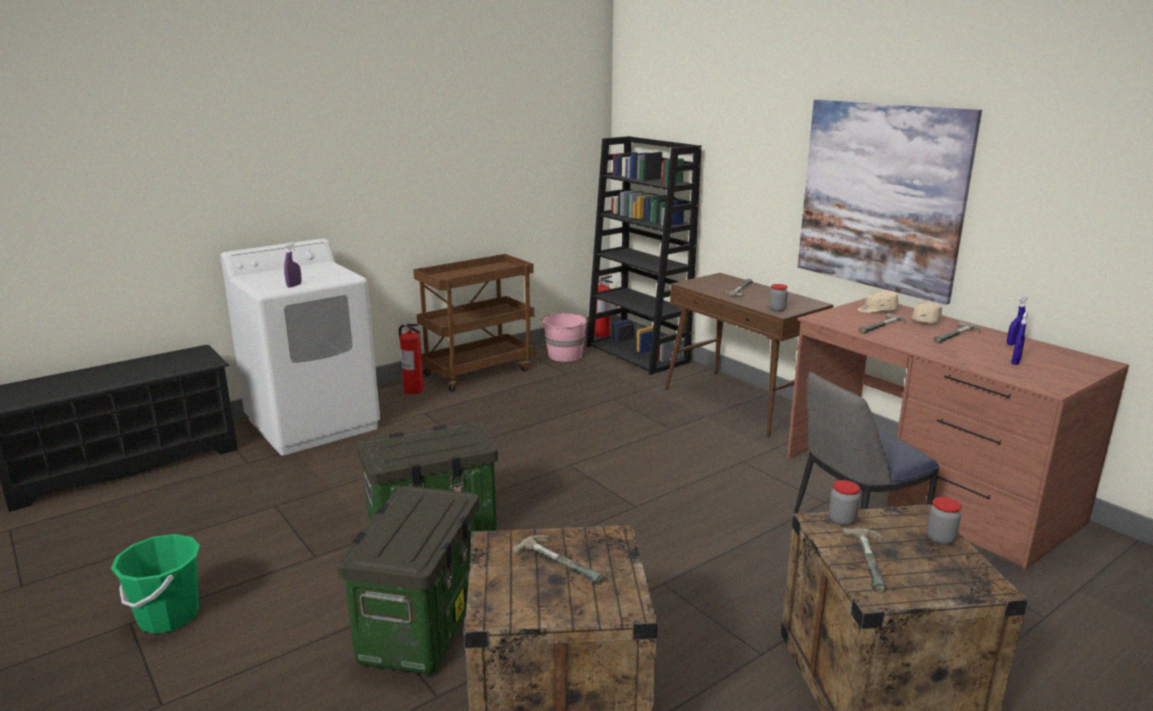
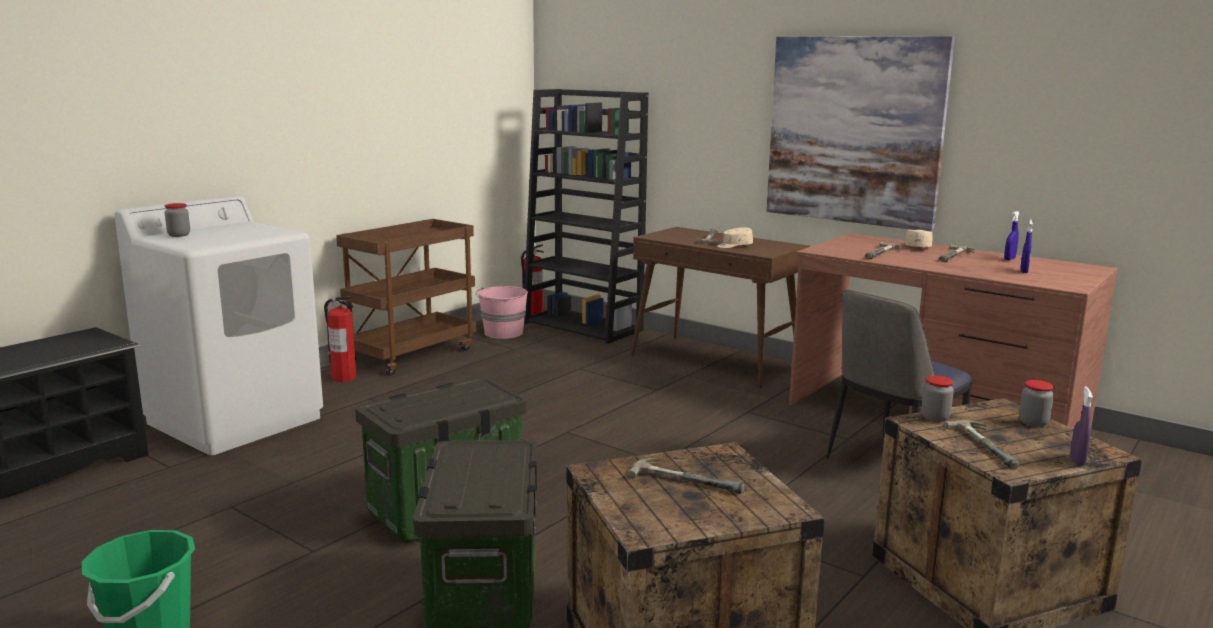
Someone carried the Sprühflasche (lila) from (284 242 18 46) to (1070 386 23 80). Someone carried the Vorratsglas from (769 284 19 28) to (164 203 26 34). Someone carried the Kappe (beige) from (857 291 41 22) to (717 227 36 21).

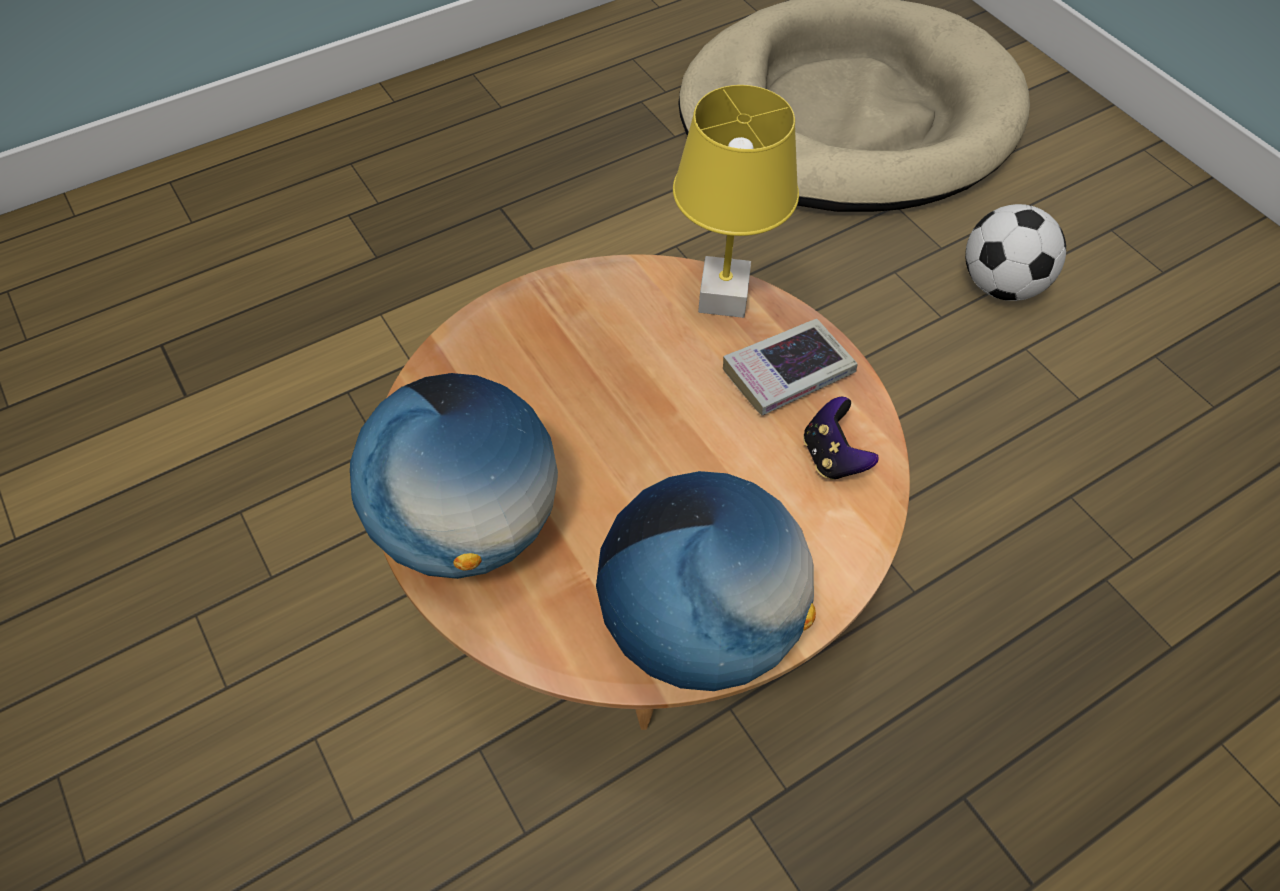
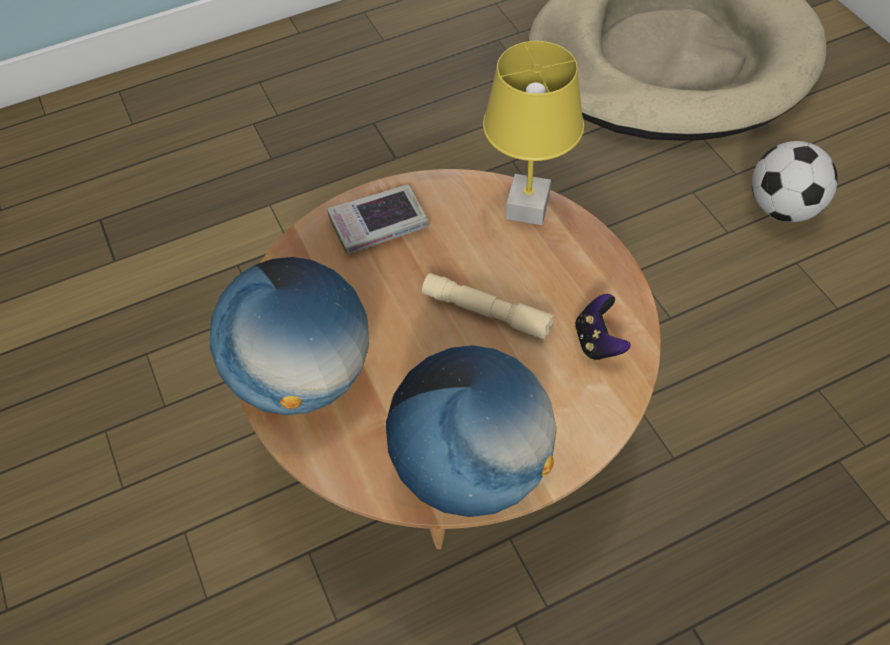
Someone carried the Buch from (723 319 135 97) to (327 185 102 69). Someone put down the Taschenlampe (beige) at (422 273 132 67).

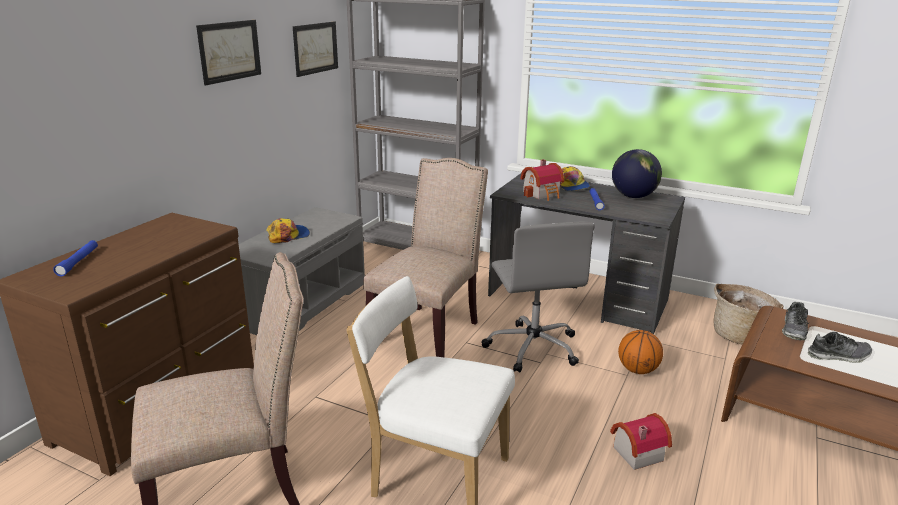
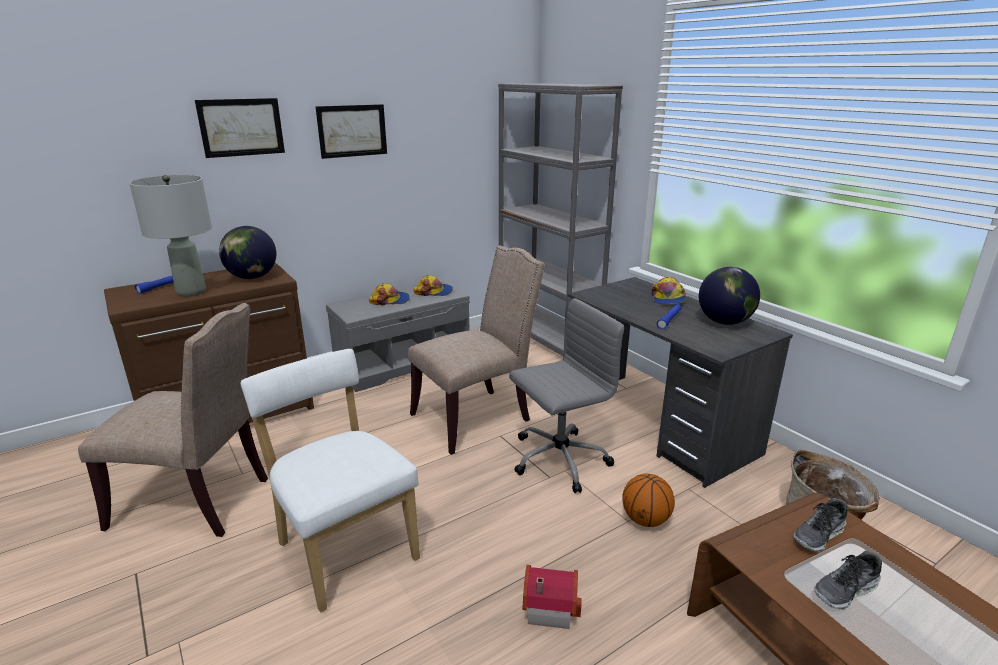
Someone carried the Bild from (293 21 45 56) to (195 98 90 60). Someone rotated the Bürostuhl (grau) at (481 221 114 151) by 135 degrees counterclockwise. Someone took away the Spielzeughaus at (520 159 44 42). Someone rotated the Schuh at (807 332 65 31) by 120 degrees clockwise. Someone put down the Tischlampe (grau) at (129 175 83 122). Someone put down the Globus at (219 226 57 53). Someone put down the Kappe at (414 275 39 21).

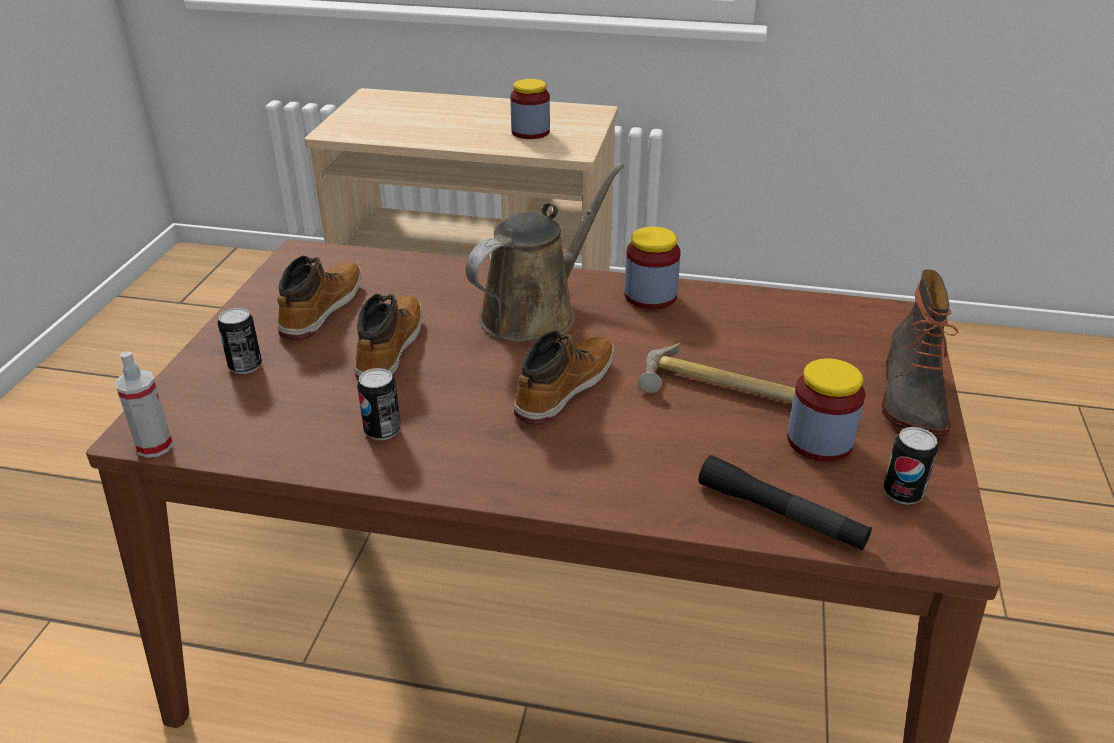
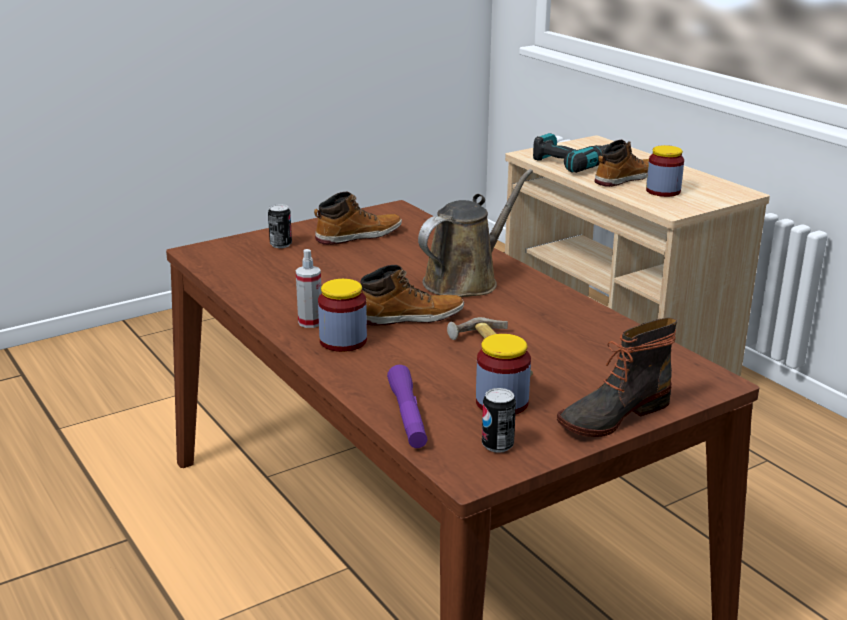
Someone carried the Sprühflasche from (115 351 58 107) to (296 249 26 79). Someone carried the Stiefel from (355 294 67 87) to (595 139 54 48). Someone took away the Dose at (357 368 44 72). Someone rotated the Gießkanne (braun) at (466 163 158 180) by 45 degrees counterclockwise. Someone carried the Vorratsglas from (625 227 56 82) to (318 279 49 73). Someone repainted the Taschenlampe (schwarz) at (699 455 173 96), which became the Taschenlampe (lila) at (387 365 40 83). Someone put down the Bohrmaschine at (533 133 76 40).

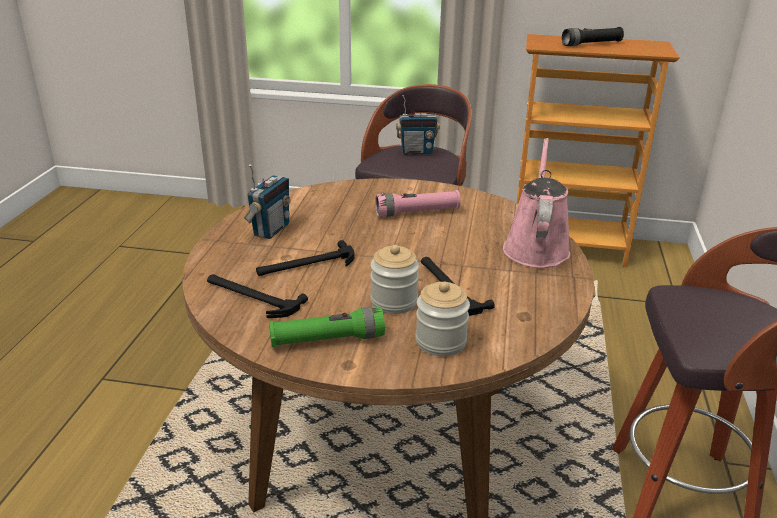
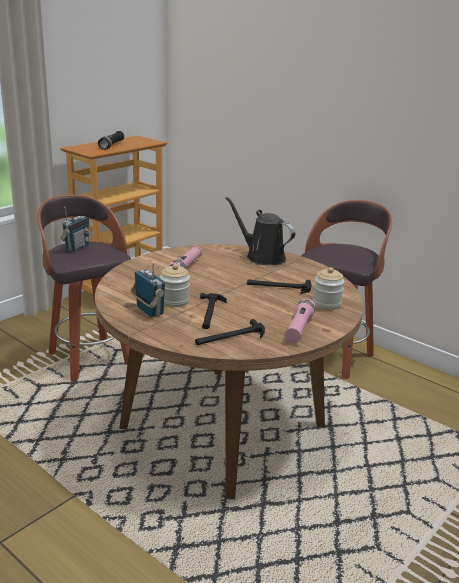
Someone repainted the Taschenlampe (grün) at (269 307 116 40), which became the Taschenlampe (rosa) at (284 299 31 44). Someone carried the Vorratsglas from (370 245 49 69) to (160 264 30 43). Someone repainted the Gießkanne (rosa) at (503 138 67 130), which became the Gießkanne (schwarz) at (225 197 70 68).

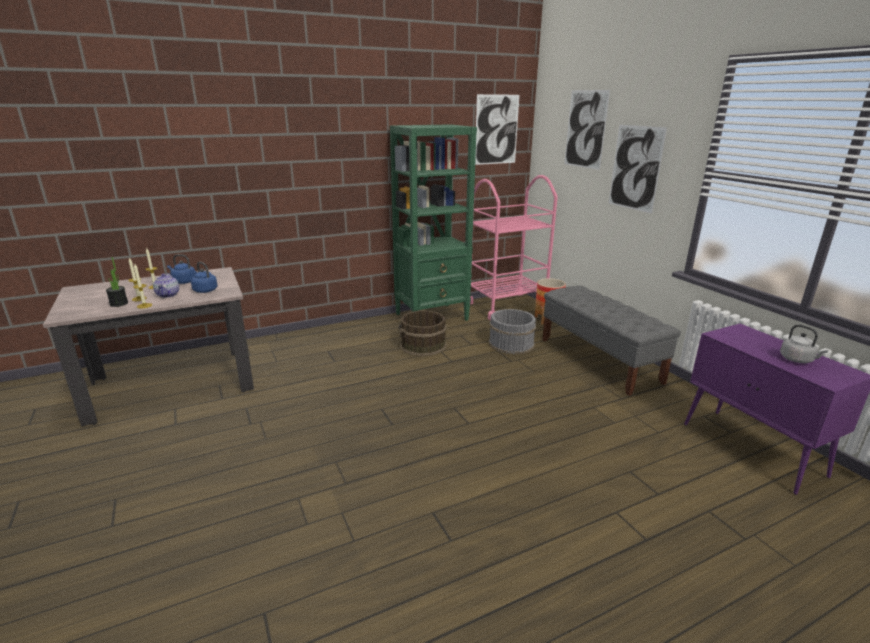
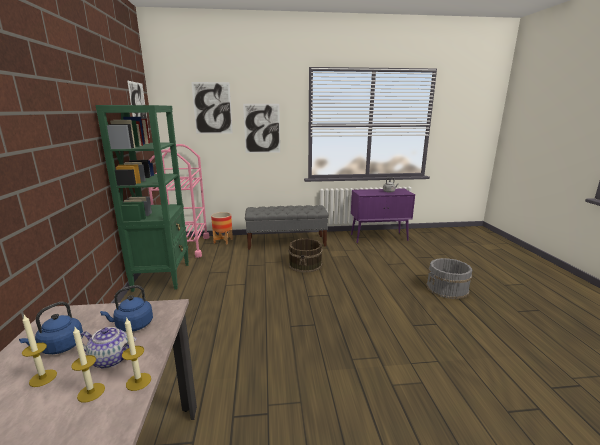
Someone took away the Topfpflanze at (106 257 22 50). Someone carried the Eimer (braun) from (399 310 48 46) to (288 239 35 34). Someone carried the Eimer (grau) from (488 309 48 45) to (426 258 47 41).

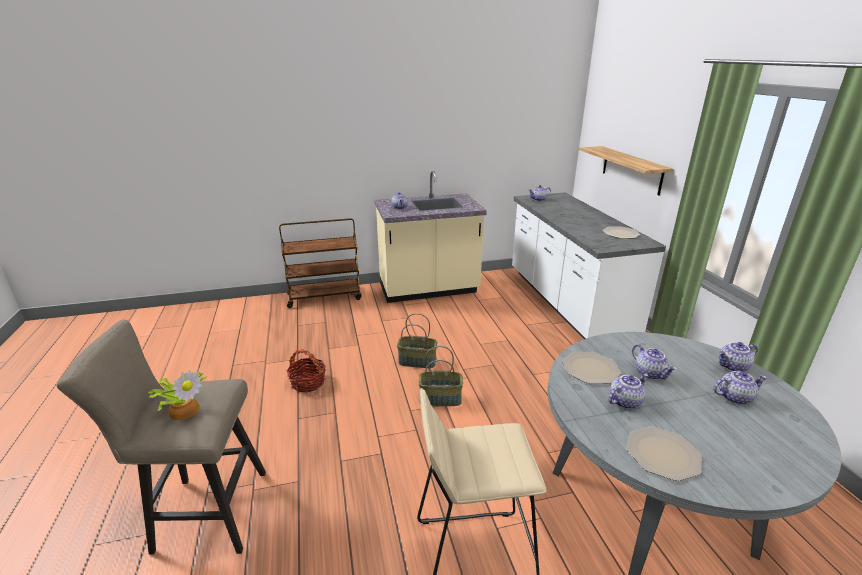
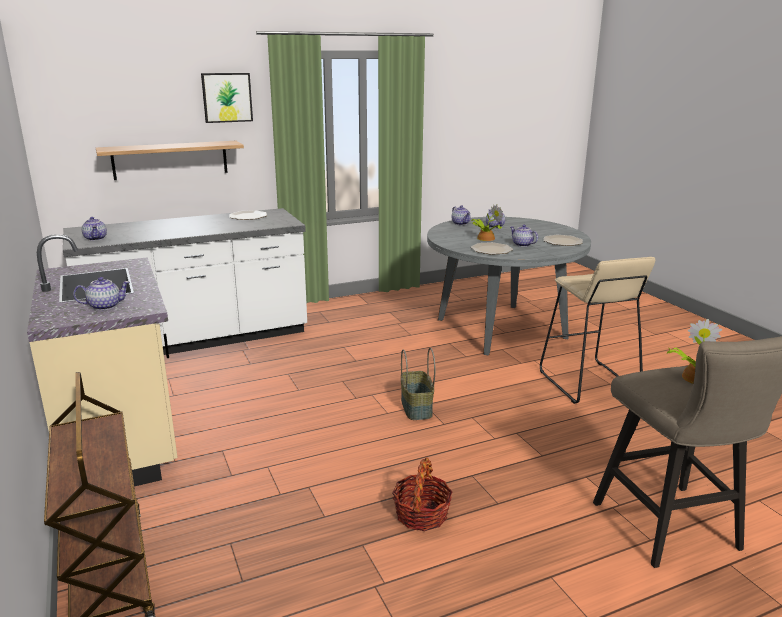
Someone took away the Korb at (397 313 40 55). Someone swapped the Teekanne at (632 344 45 36) for the Topfpflanze at (471 204 32 37). Someone put up the Bild at (201 73 52 50).

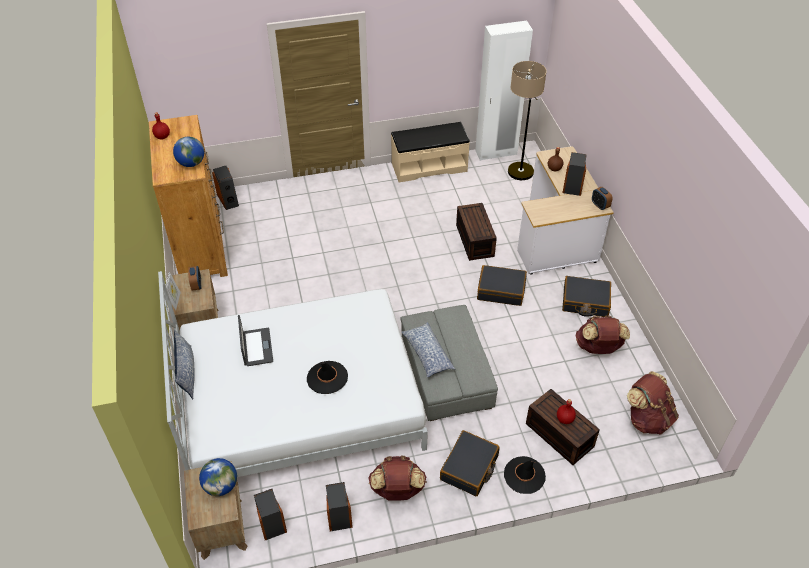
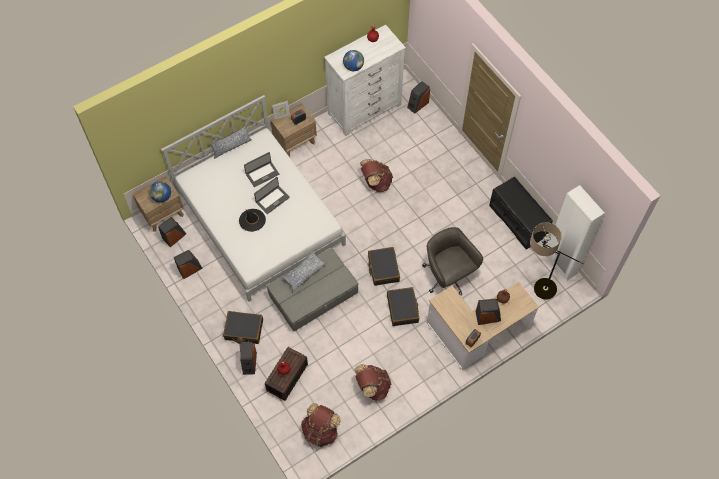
Someone repainted the Kommode (braun) at (149 115 79 162), which became the Kommode (weiß) at (324 25 82 111). Someone carried the Rucksack (braun) from (368 456 58 45) to (360 159 33 33). Someone repainted the Bank (beige) at (391 122 79 61), which became the Bank (schwarz) at (489 176 64 74). Someone swapped the Aufbewahrungsbox (braun) at (456 203 41 58) for the Bürostuhl (grau) at (422 227 61 68). Someone swapped the Hut (schwarz) at (504 456 42 38) for the Lautsprecher at (239 342 18 33). Someone carried the Koffer (schwarz) from (562 276 49 41) to (368 247 32 39). Someone put down the Laptop at (254 177 36 37).

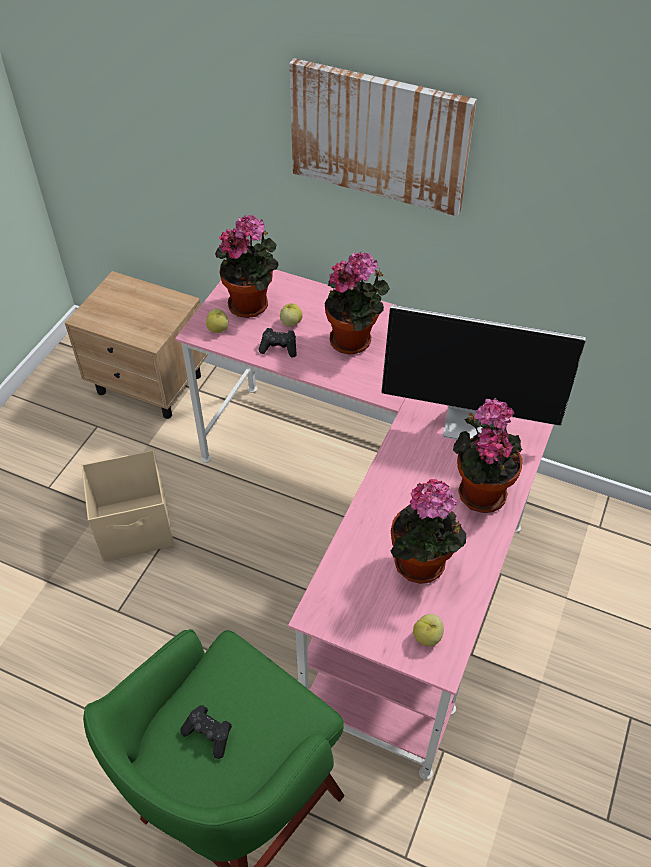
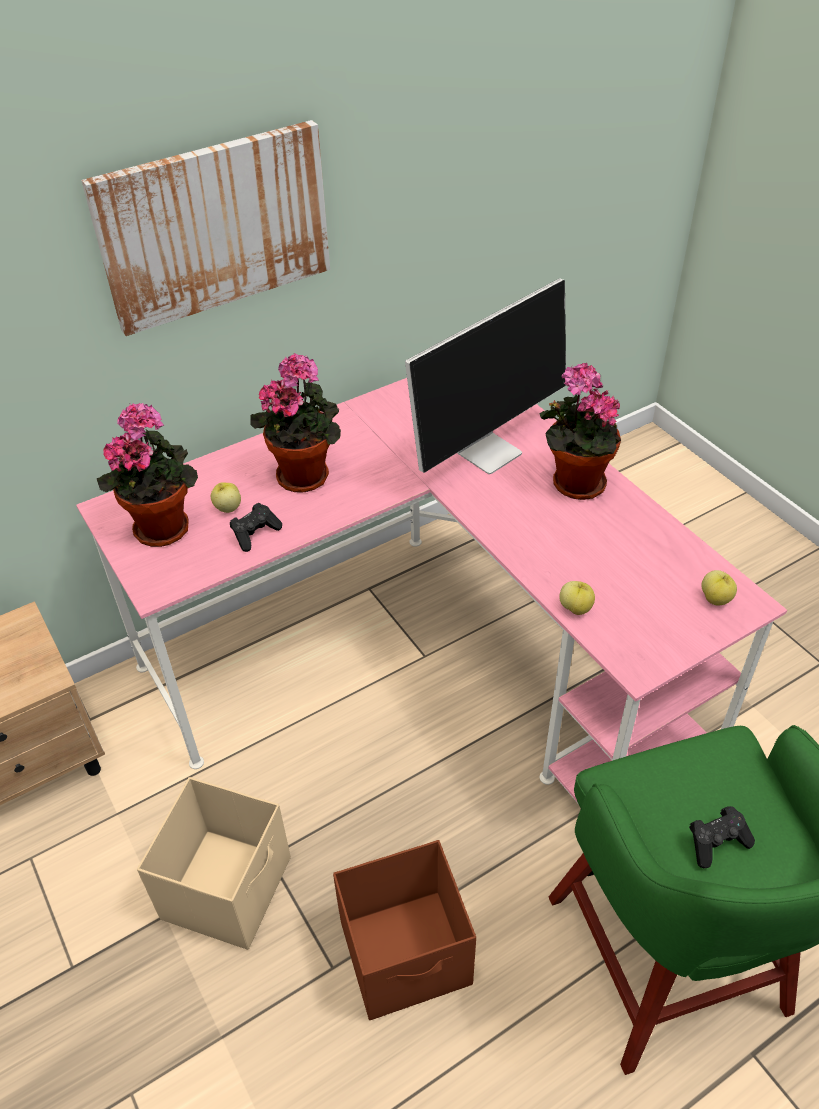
Someone carried the Apfel from (206 309 22 24) to (559 581 36 34). Someone took away the Topfpflanze at (391 479 75 105). Someone put down the Aufbewahrungsbox (braun) at (333 840 143 180).

